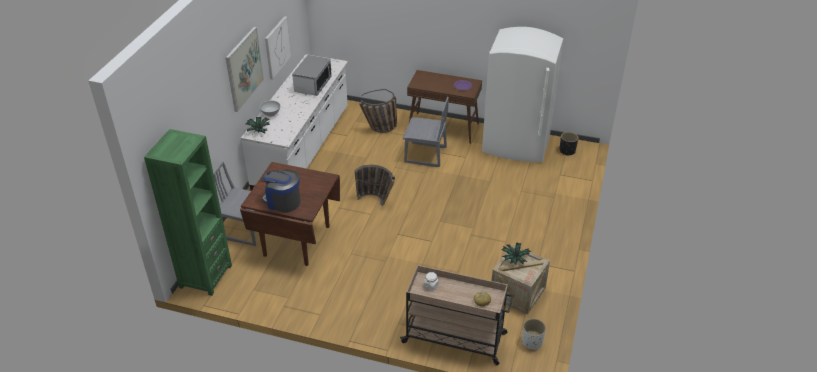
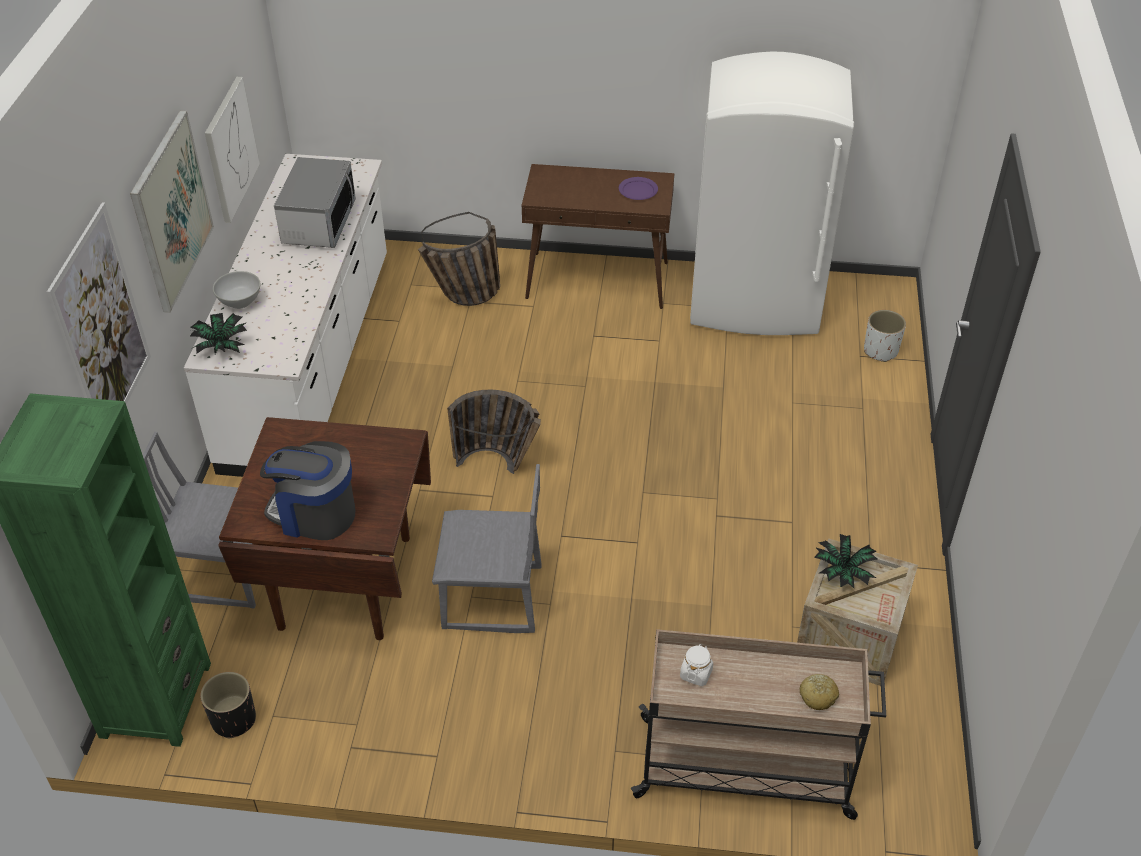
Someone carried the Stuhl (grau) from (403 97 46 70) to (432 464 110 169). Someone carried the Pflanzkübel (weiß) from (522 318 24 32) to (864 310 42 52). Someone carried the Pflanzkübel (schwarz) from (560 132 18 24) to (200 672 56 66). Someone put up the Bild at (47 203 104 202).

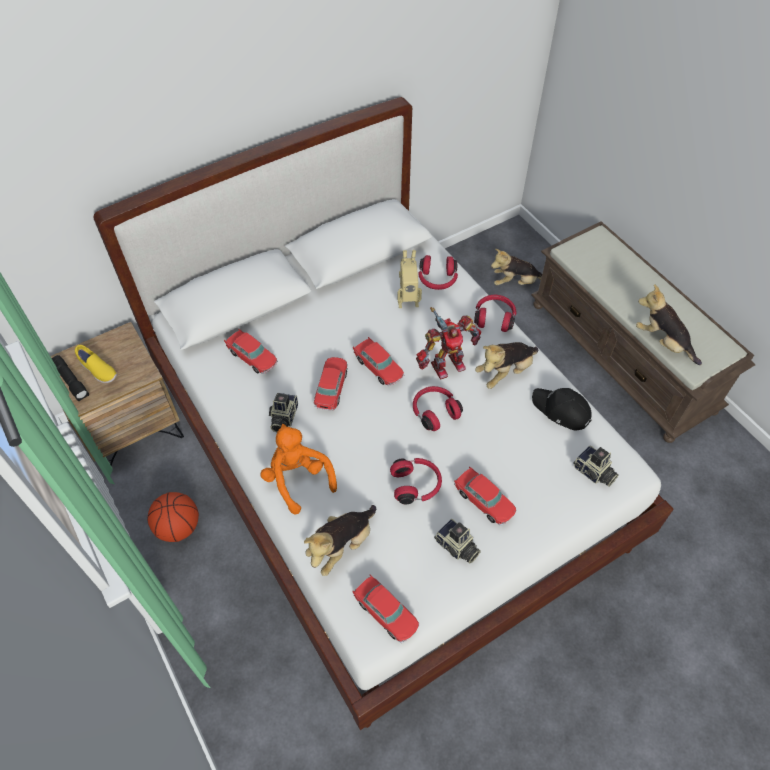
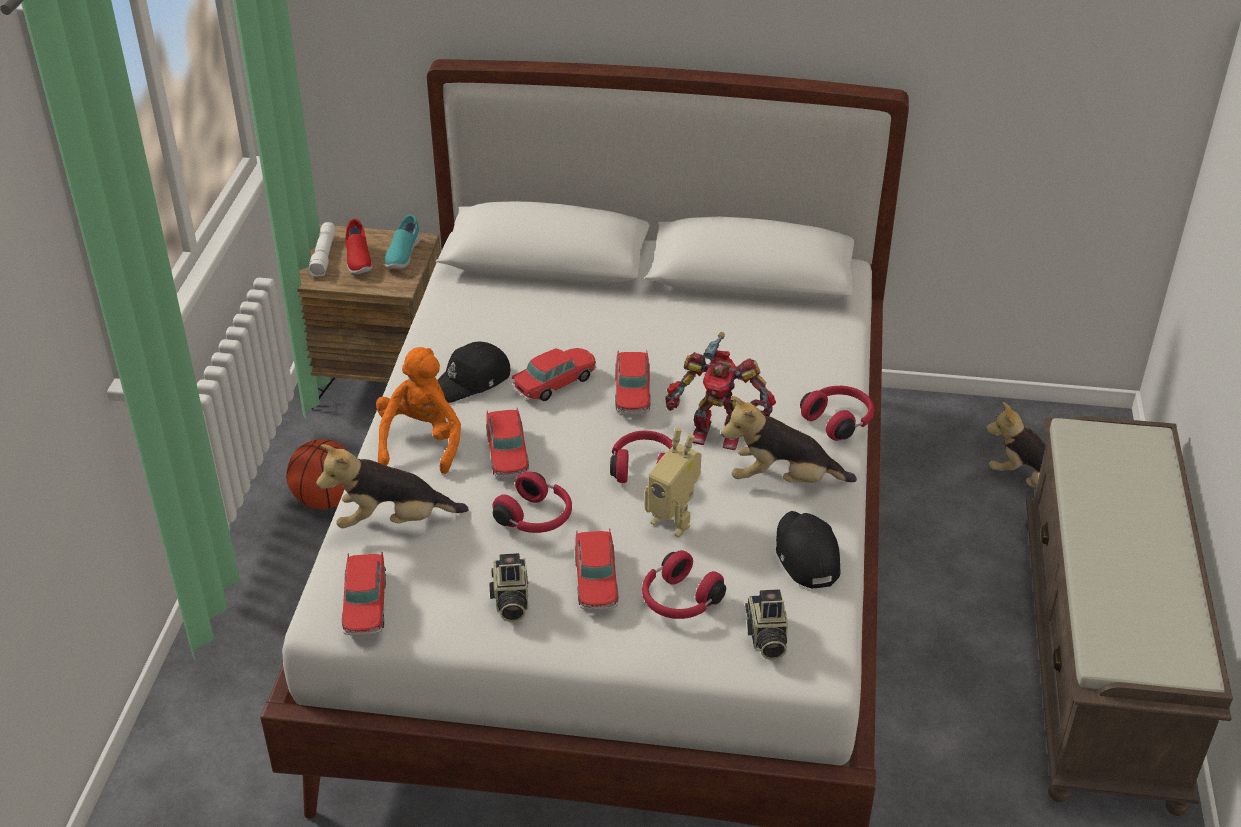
Someone repainted the Taschenlampe (schwarz) at (52 355 37 46), which became the Taschenlampe (weiß) at (308 222 27 54). Someone repainted the Schuh (gelb) at (75 345 42 38), which became the Schuh (rot) at (346 219 26 55). Someone carried the Spielzeugauto from (224 328 54 46) to (486 408 43 69). Someone swapped the Kamera at (269 393 29 40) for the Kappe (schwarz) at (438 342 72 61). Someone carried the Spielzeugroboter from (397 250 25 58) to (645 428 56 110). Someone carried the Kopfhörer (rot) from (418 255 40 35) to (642 550 84 69). Someone took away the Plüschtier at (636 284 66 81). Someone put down the Schuh (türkis) at (385 215 35 54).

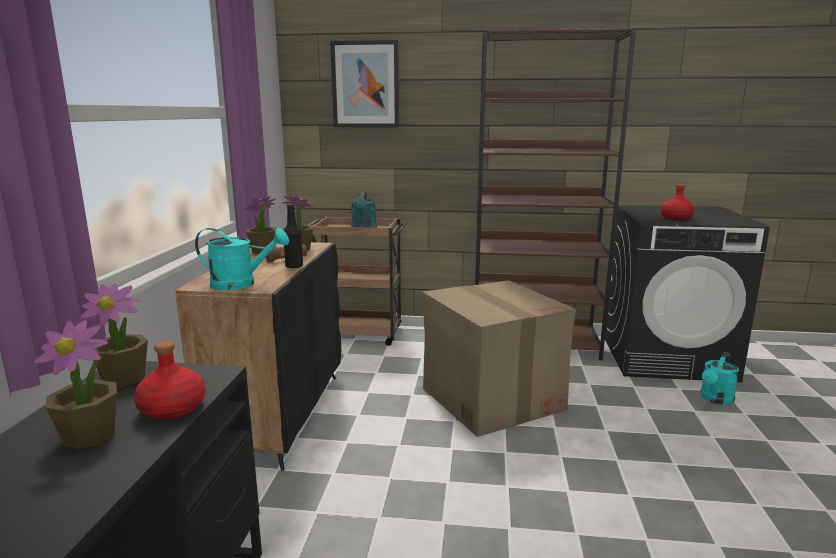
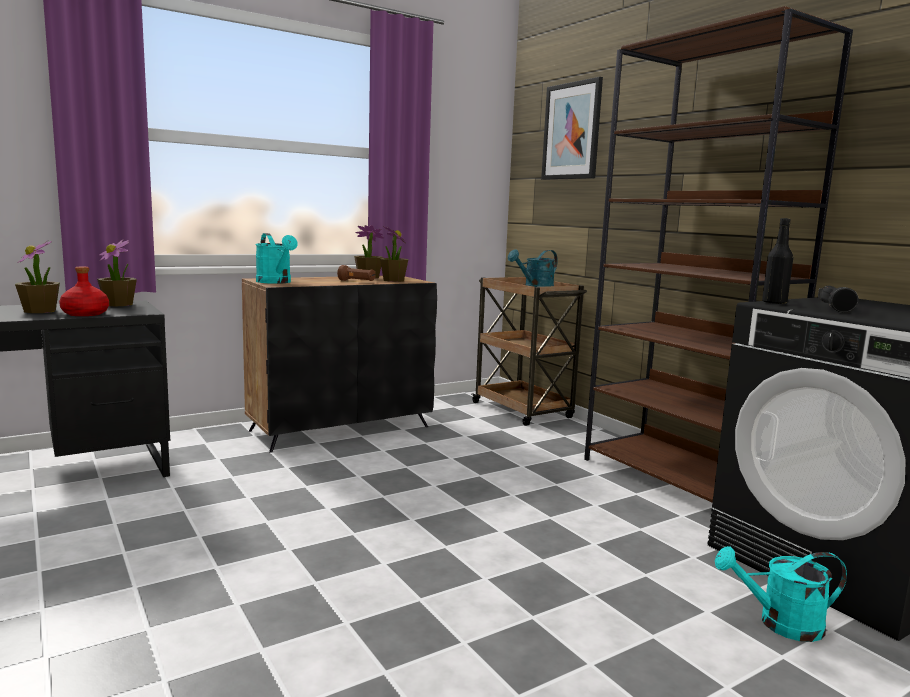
Someone carried the Flasche (schwarz) from (284 204 19 65) to (762 218 32 86). Someone took away the Karton at (422 280 154 157). Someone swapped the Flasche (rot) at (660 184 35 36) for the Taschenlampe (schwarz) at (818 286 41 27).

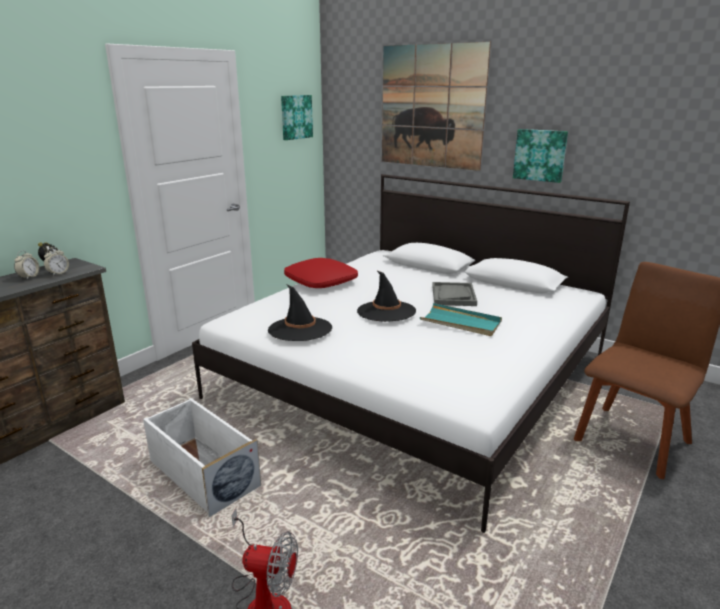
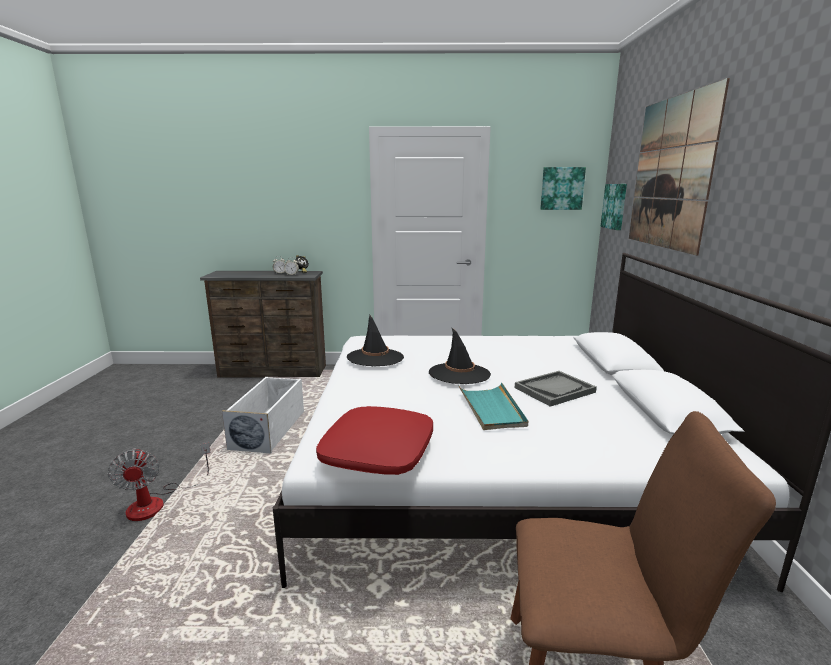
Someone carried the Kissen (rot) from (284 258 74 30) to (316 406 117 69). Someone carried the Bild from (513 129 55 54) to (601 184 26 46).

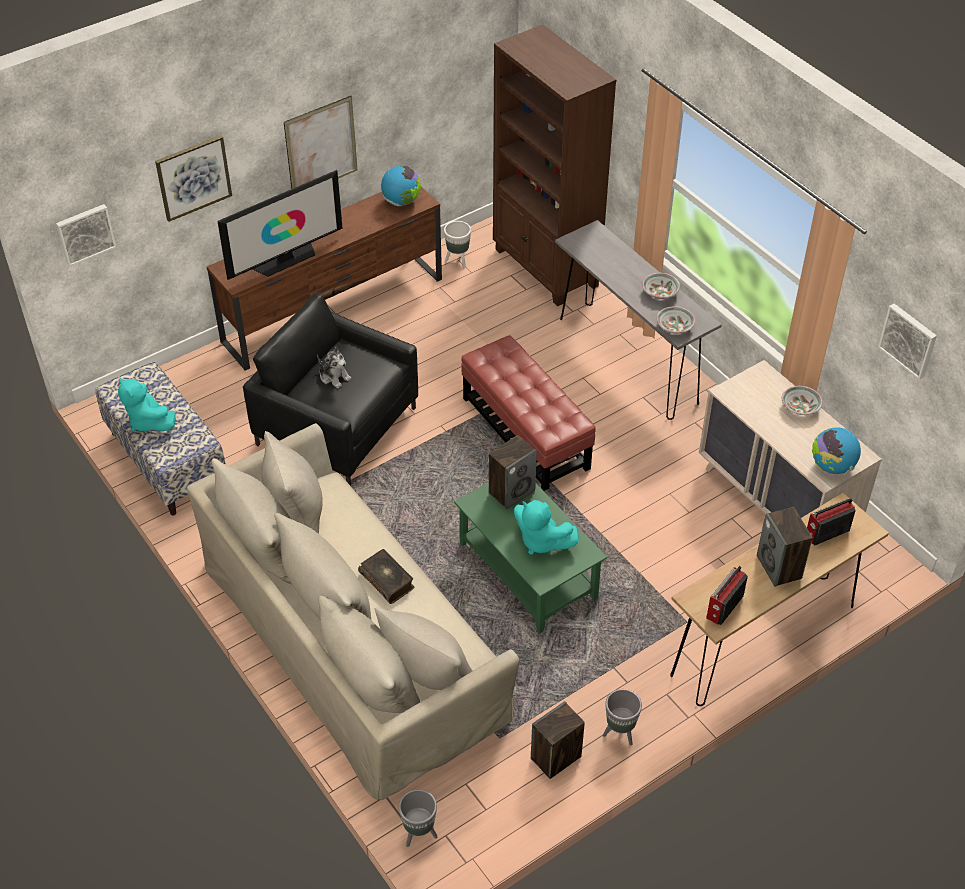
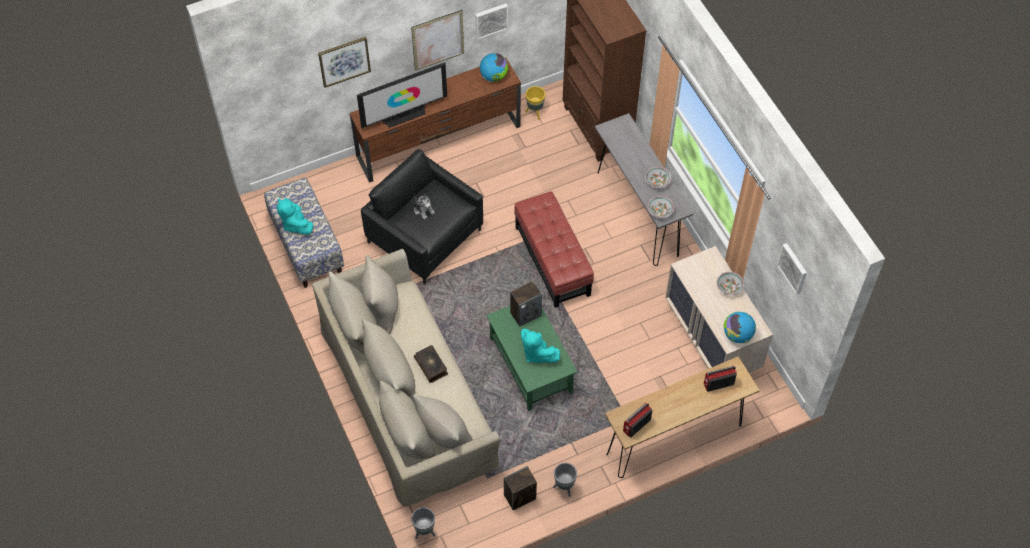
Someone carried the Bild from (56 204 60 63) to (475 4 33 36). Someone repainted the Pflanzkübel (weiß) at (444 221 27 47), which became the Pflanzkübel (gelb) at (526 86 19 34). Someone took away the Lautsprecher at (757 507 56 80).

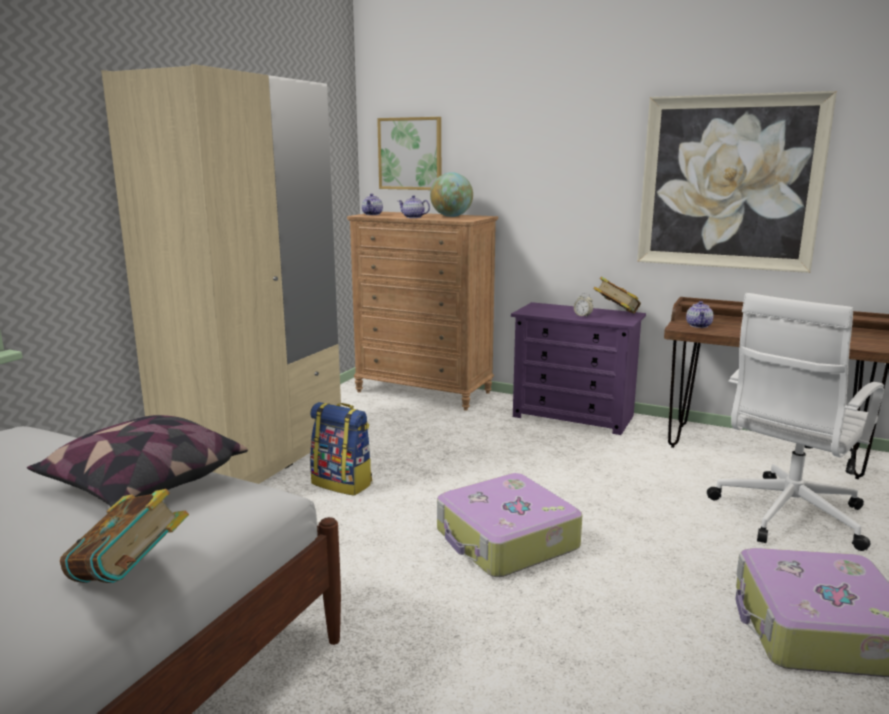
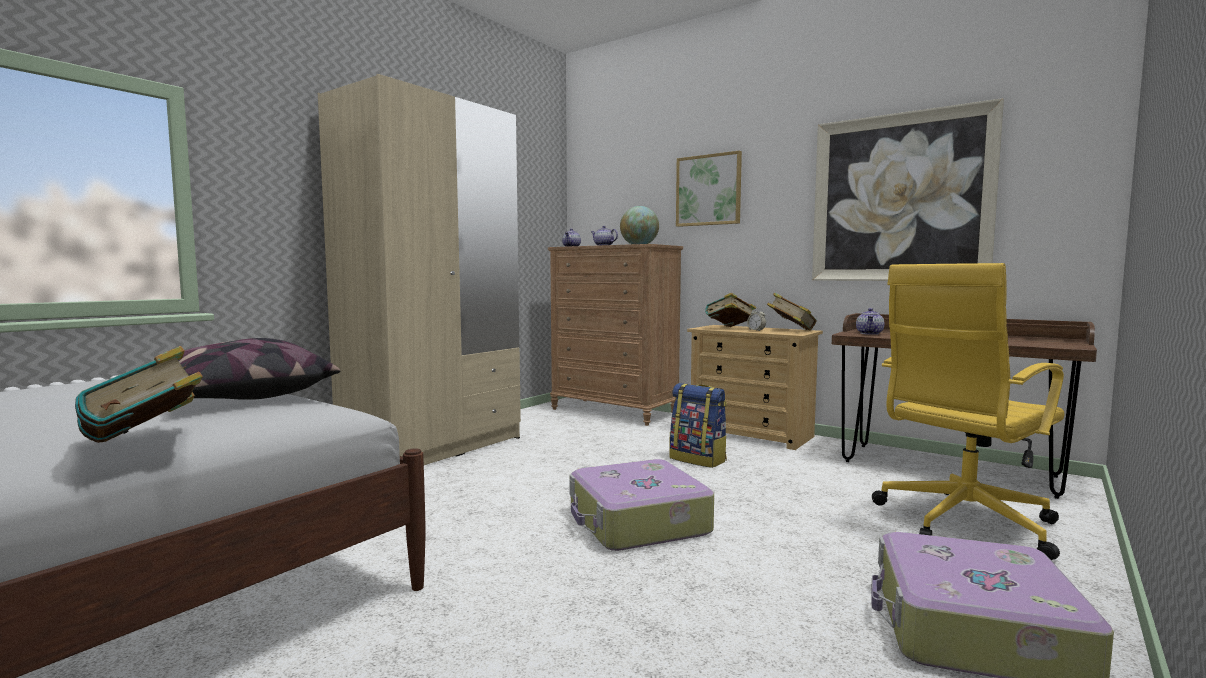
Someone carried the Rucksack from (310 402 62 94) to (669 383 58 85). Someone carried the Bild from (377 117 64 73) to (676 150 66 77). Someone repainted the Kommode (lila) at (511 302 135 133), which became the Kommode (beige) at (687 325 136 125). Someone repainted the Bürostuhl (weiß) at (707 293 177 258), which became the Bürostuhl (gelb) at (872 263 193 297). Someone put down the Buch at (705 293 51 34).

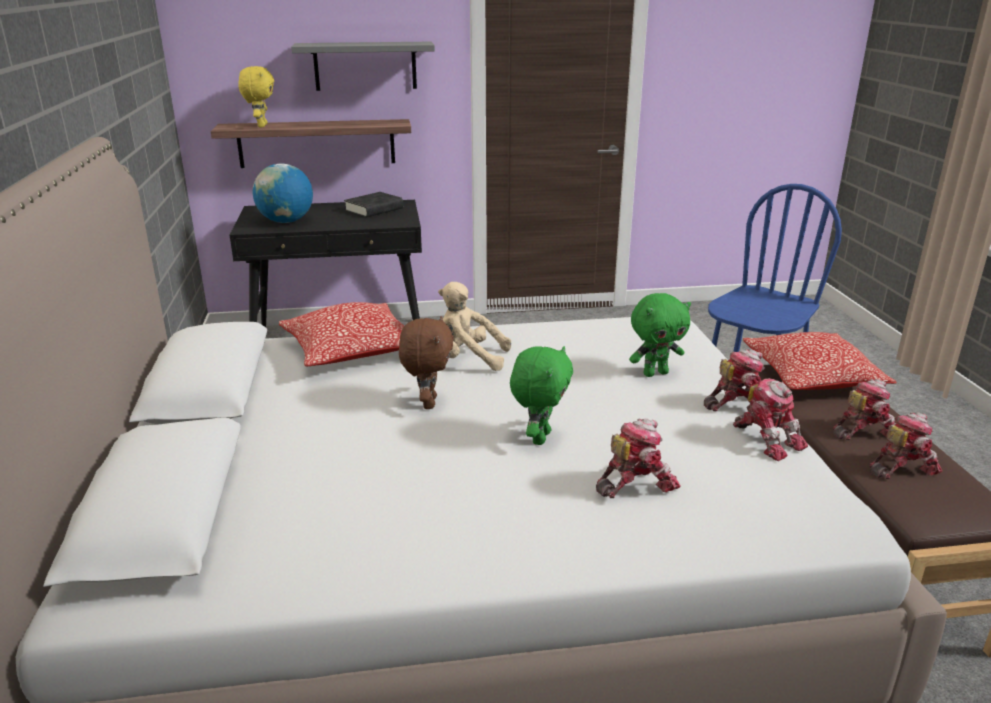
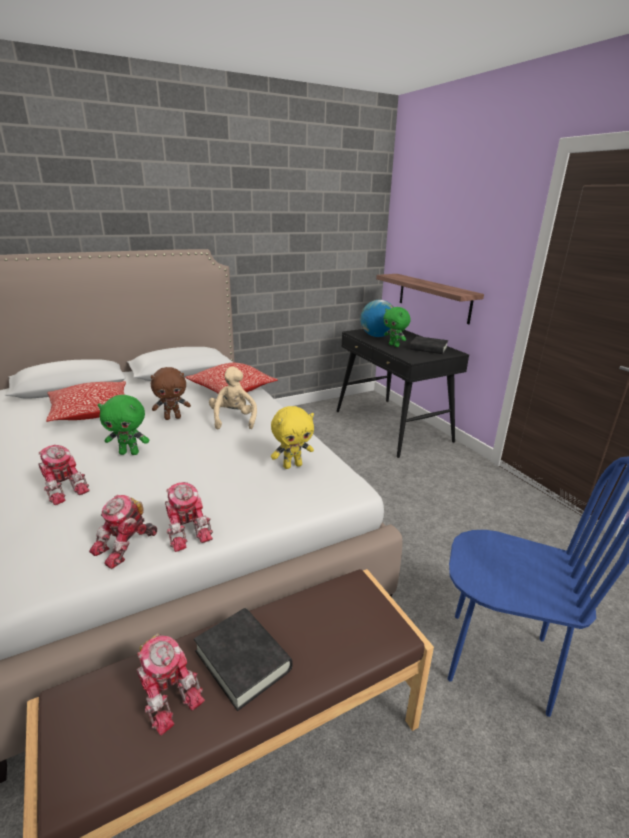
Someone carried the Plüschtier (gelb) from (238 66 36 61) to (271 406 43 63). Someone took away the Wandregal (grau) at (291 42 144 49). Someone carried the Plüschtier (grün) from (629 293 62 84) to (383 307 28 40). Someone carried the Kissen from (743 332 154 58) to (46 381 80 41). Someone swapped the Spielzeugroboter at (833 379 62 61) for the Buch (schwarz) at (194 608 98 103).

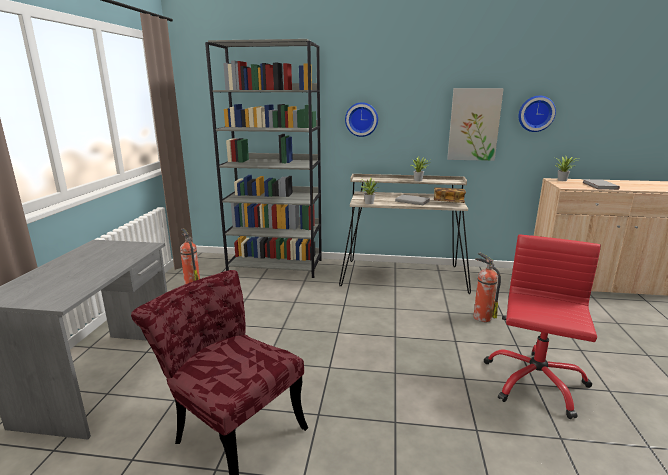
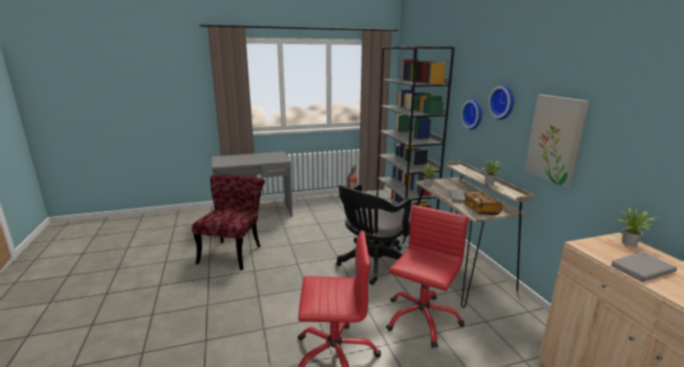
Someone swapped the Feuerlöscher at (473 253 28 69) for the Bürostuhl (rot) at (386 205 83 143). Someone carried the Wanduhr from (518 96 38 36) to (488 84 26 36). Someone put down the Bürostuhl (schwarz) at (336 184 76 101).

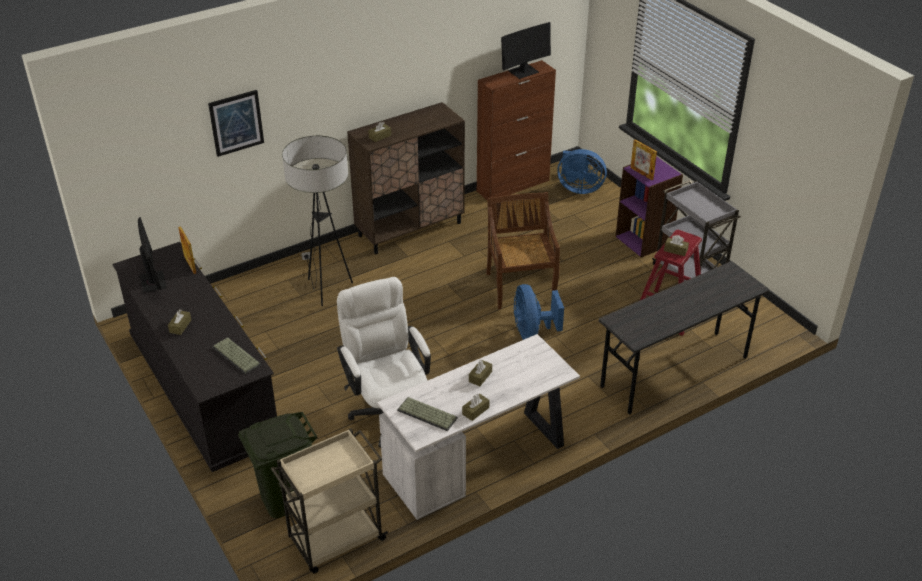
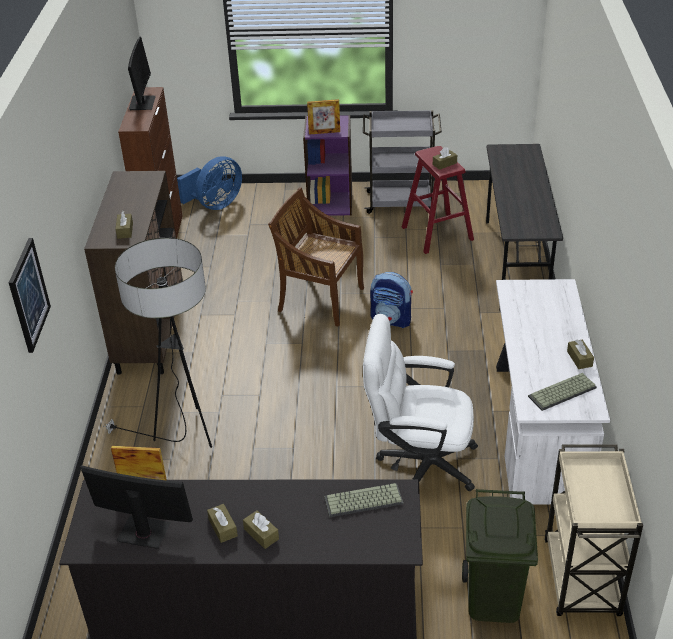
Someone carried the Taschentuchbox (braun) from (469 360 23 26) to (207 504 31 39). Someone swapped the Ventilator (blau) at (514 284 50 56) for the Rucksack at (370 272 43 56).

